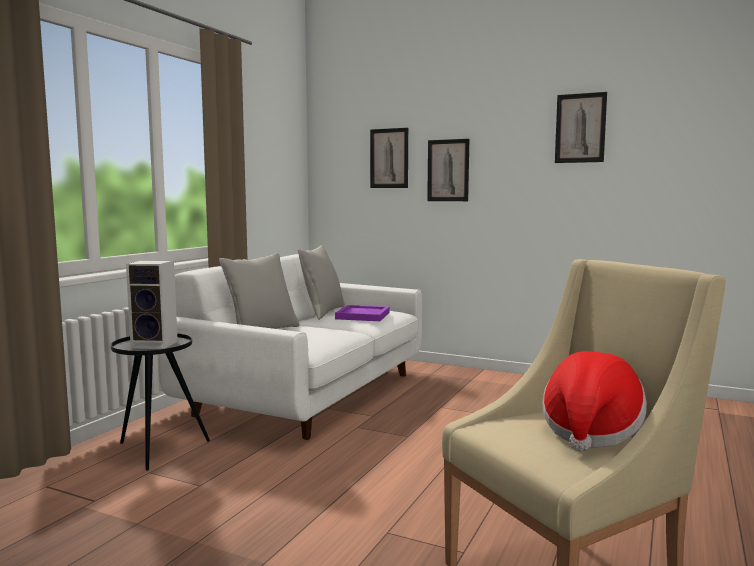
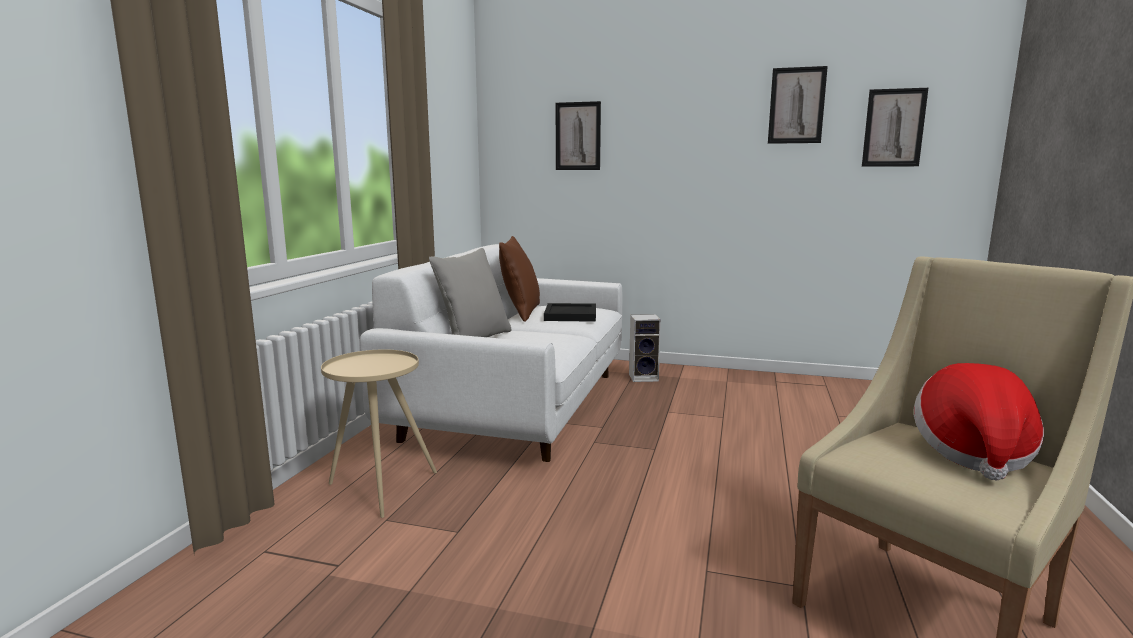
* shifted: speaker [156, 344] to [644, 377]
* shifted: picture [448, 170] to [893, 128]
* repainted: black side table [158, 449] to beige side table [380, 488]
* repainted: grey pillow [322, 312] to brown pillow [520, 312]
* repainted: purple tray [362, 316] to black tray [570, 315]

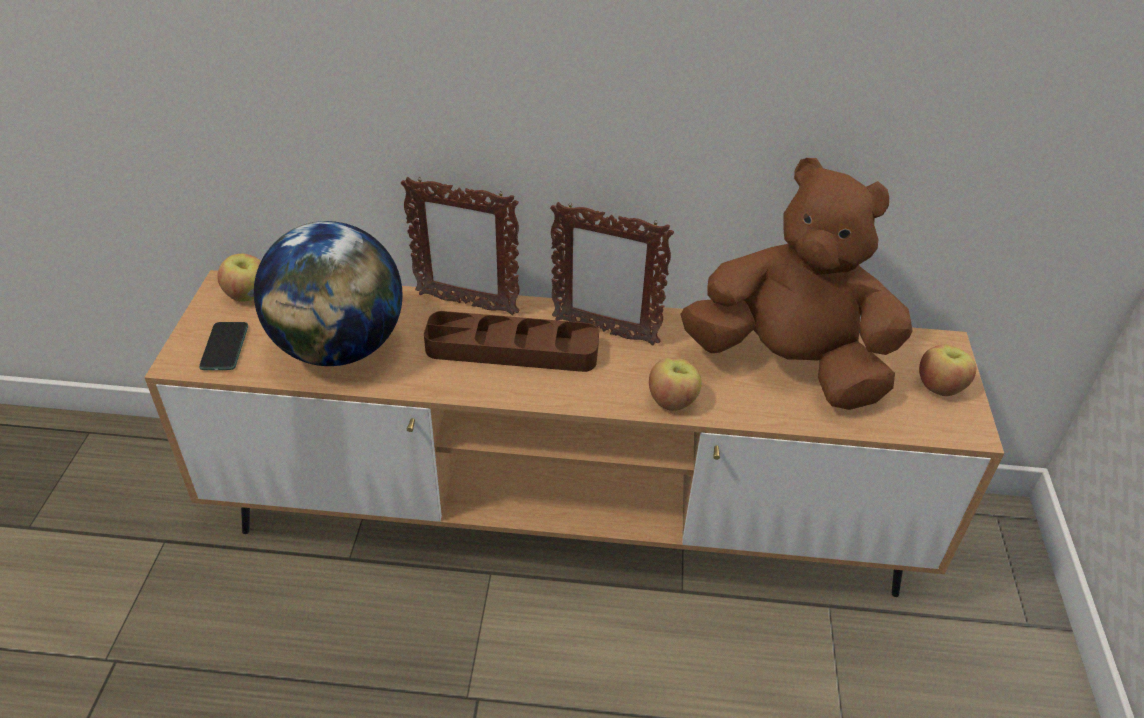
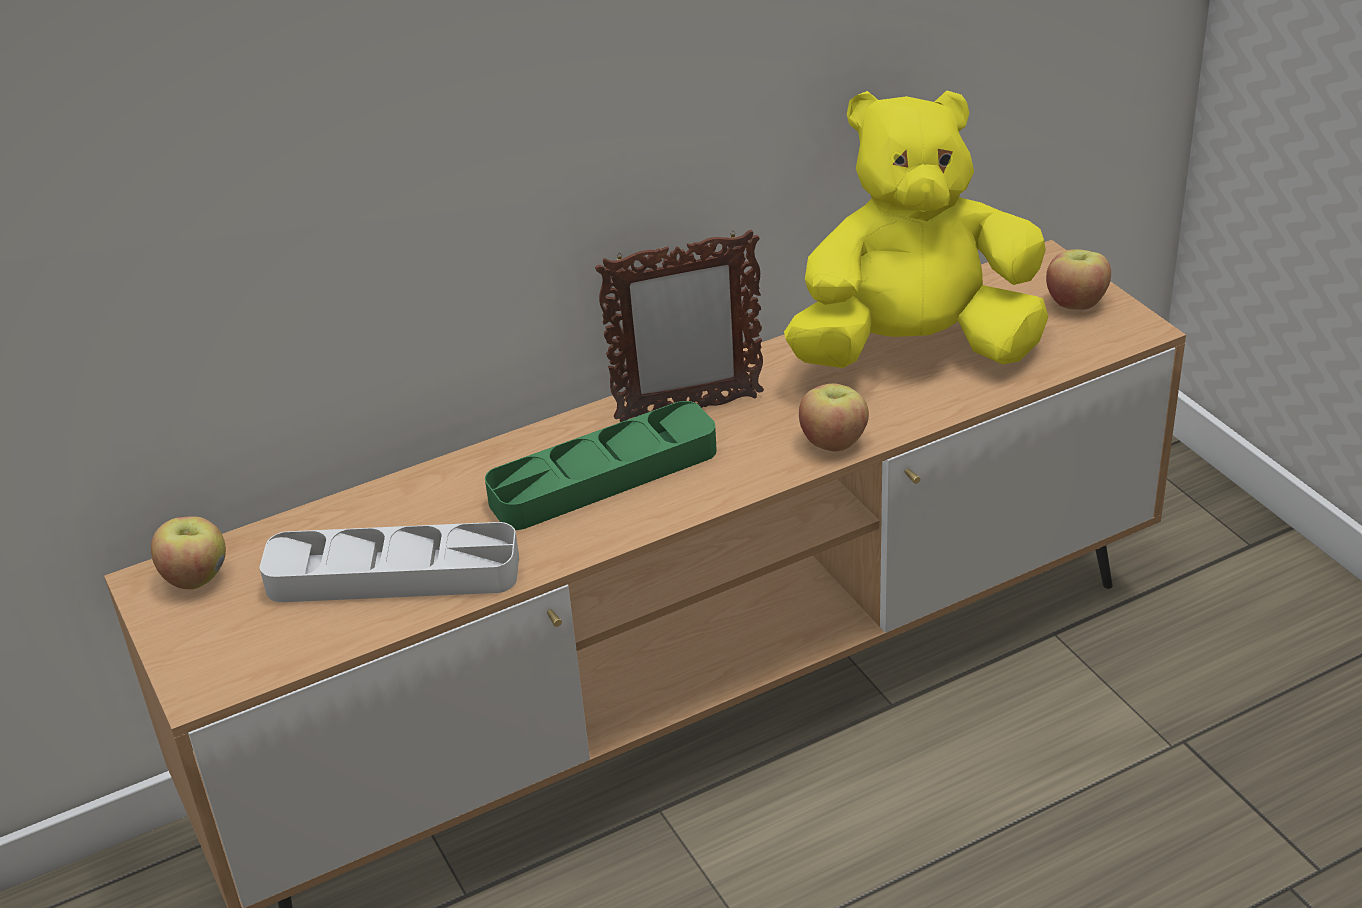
* gone: phone [224, 347]
* gone: picture frame [466, 304]
* swapped: globe [339, 348] to grey tray [393, 574]
* repainted: brown tray [512, 349] to green tray [604, 476]
* repainted: brown plush toy [789, 365] to yellow plush toy [915, 350]

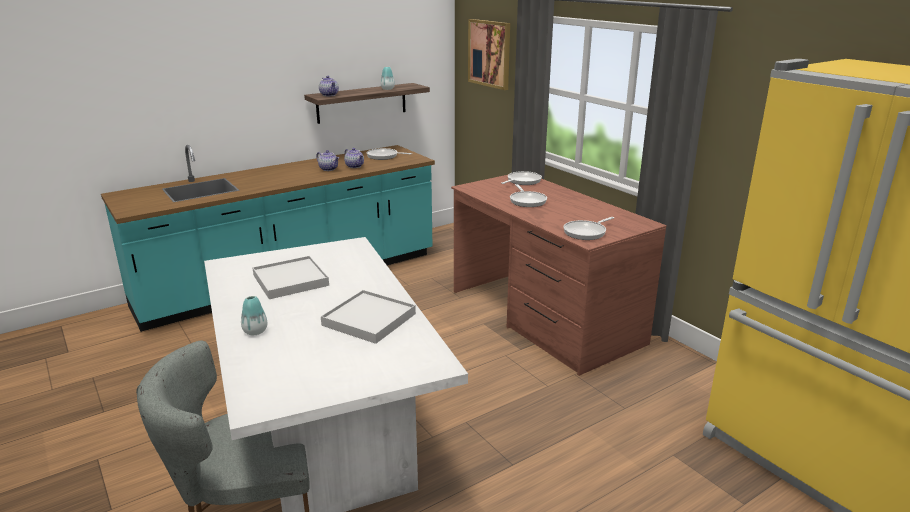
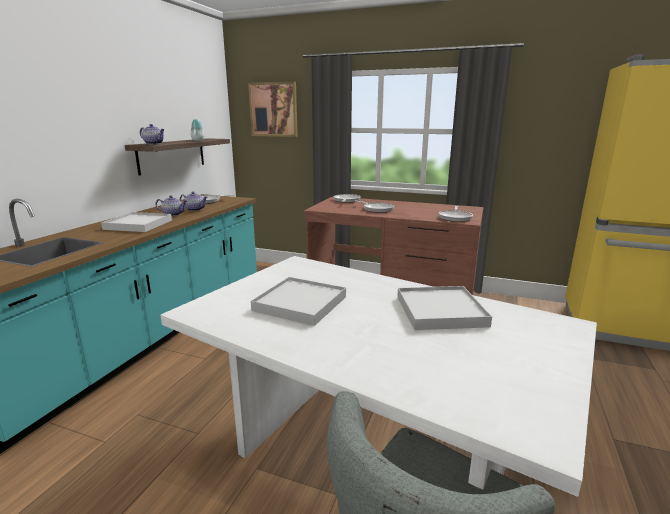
* gone: vase [255, 331]
* new: white tray [138, 225]

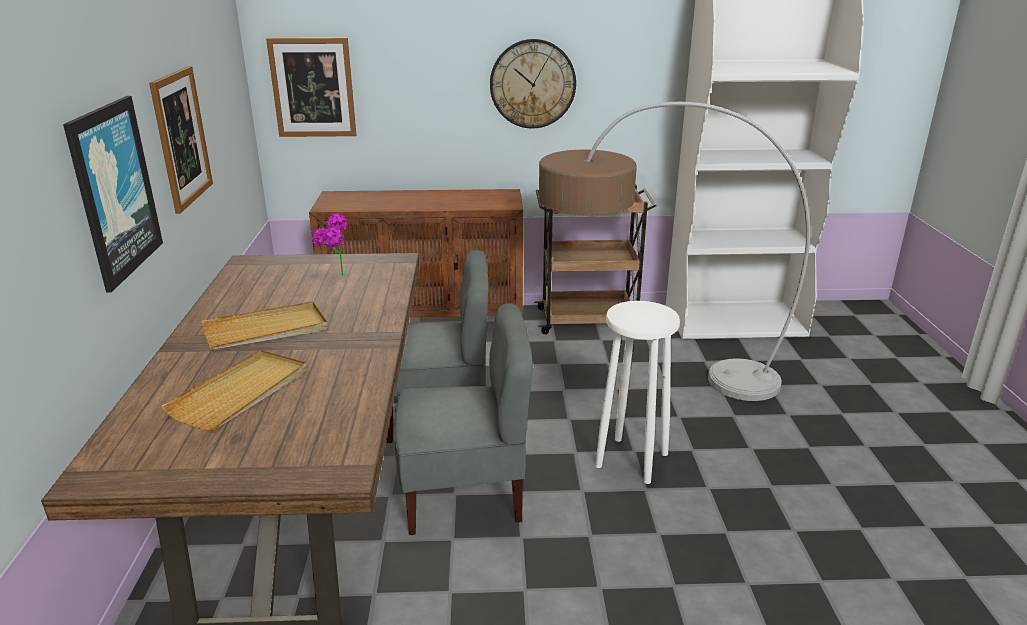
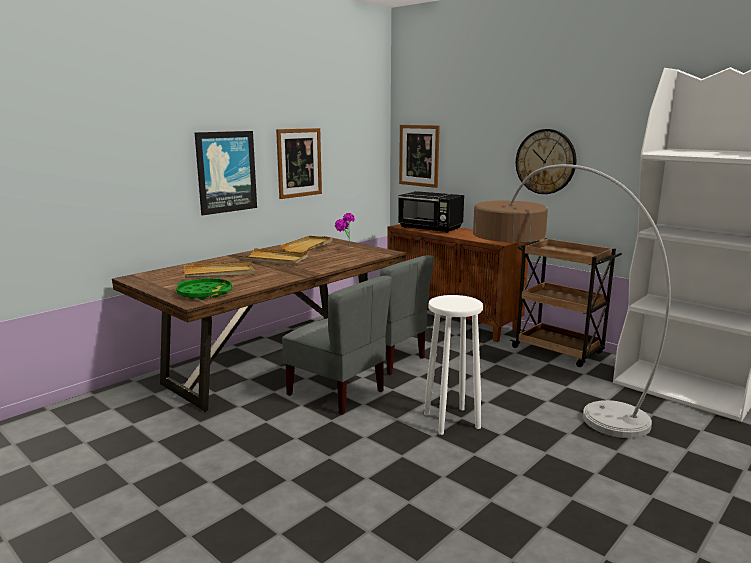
* new: green tray [205, 293]
* new: beige tray [308, 246]
* new: black microwave [430, 228]

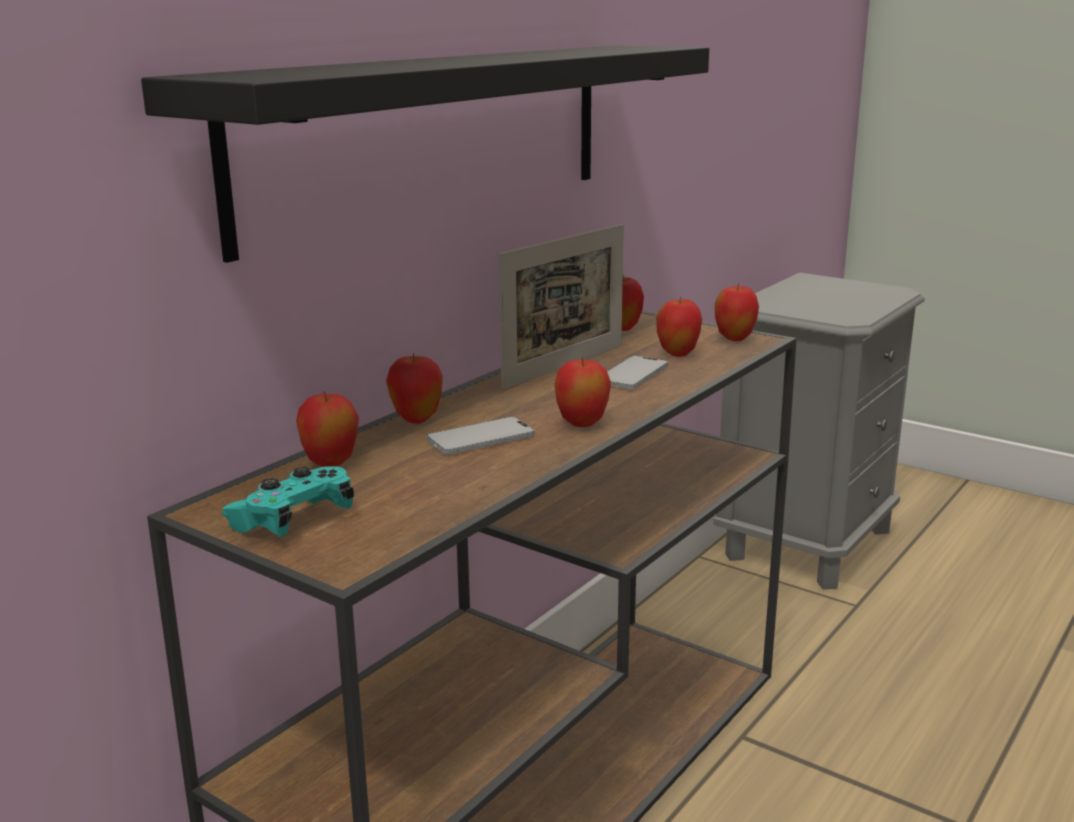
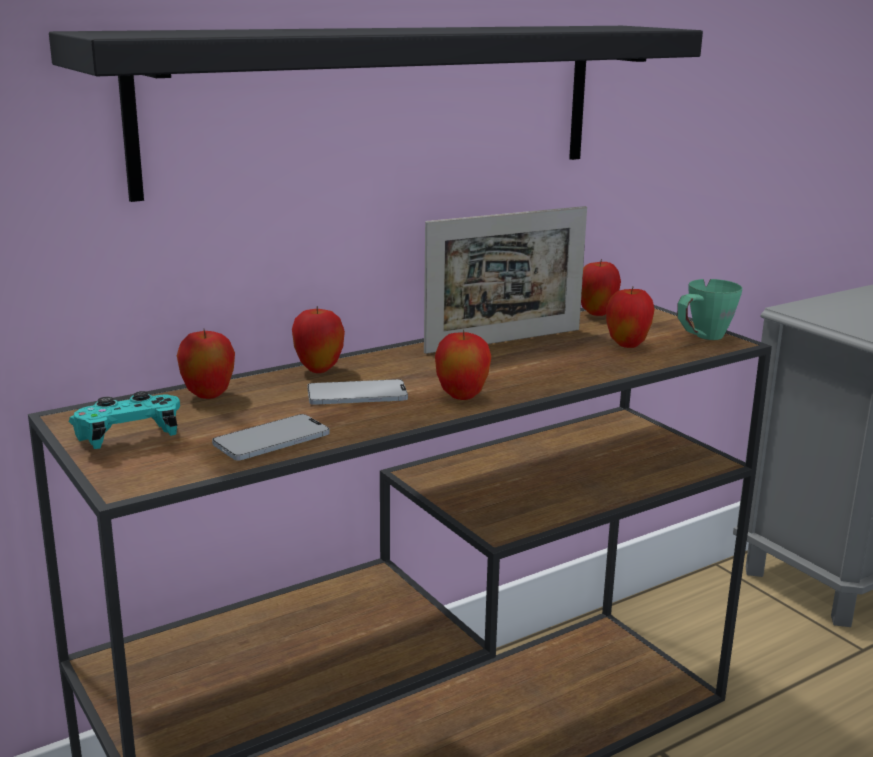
* shifted: phone [632, 375] to [271, 440]
* swapped: apple [734, 339] to green mug [701, 338]

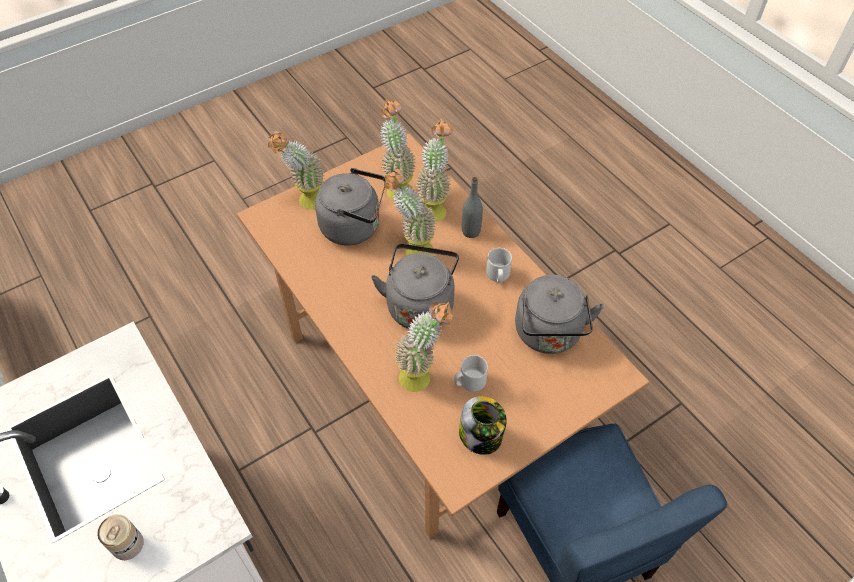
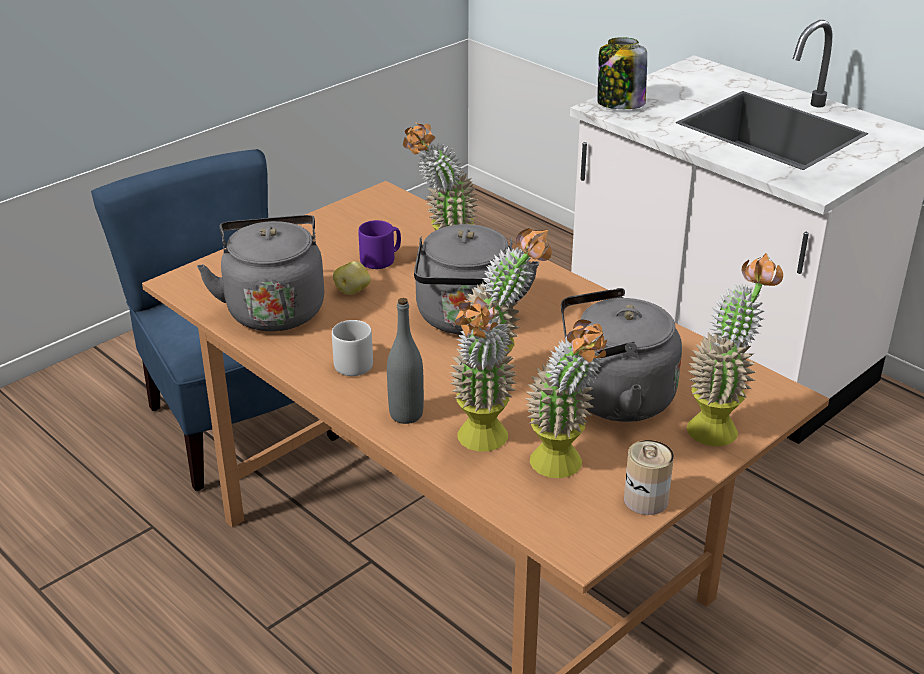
* new: potato [353, 291]
* shifted: can [127, 544] to [645, 500]
* shifted: jar [481, 436] to [619, 103]
* repainted: grey mug [469, 382] to purple mug [381, 259]

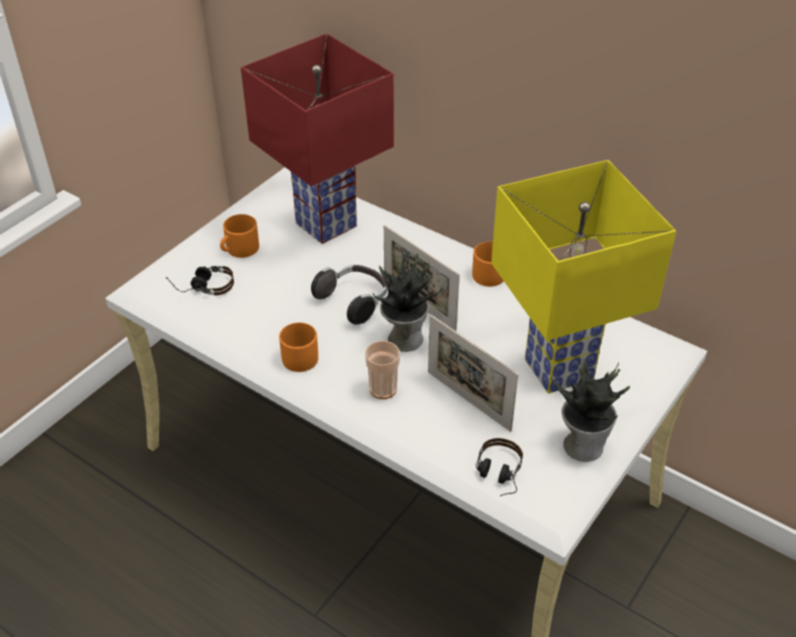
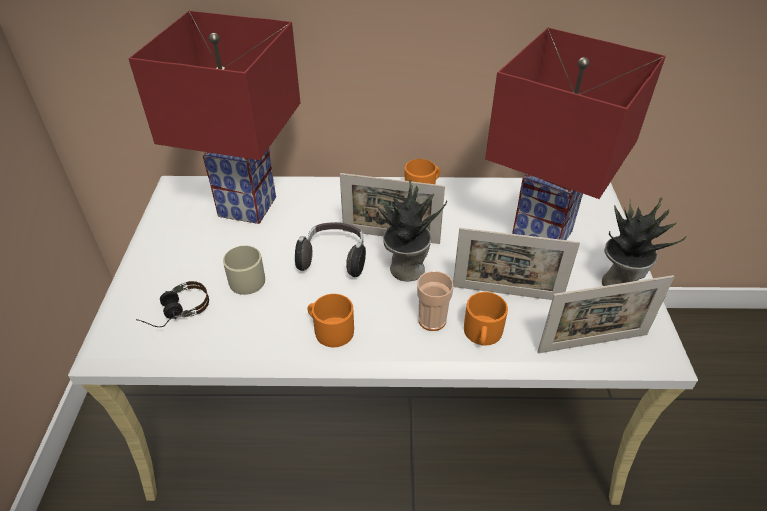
* new: beige mug [248, 277]
* shifted: orange mug [239, 249] to [482, 334]
* swapped: headphones [497, 476] to picture frame [592, 343]
* repainted: yellow table lamp [559, 368] to red table lamp [541, 234]

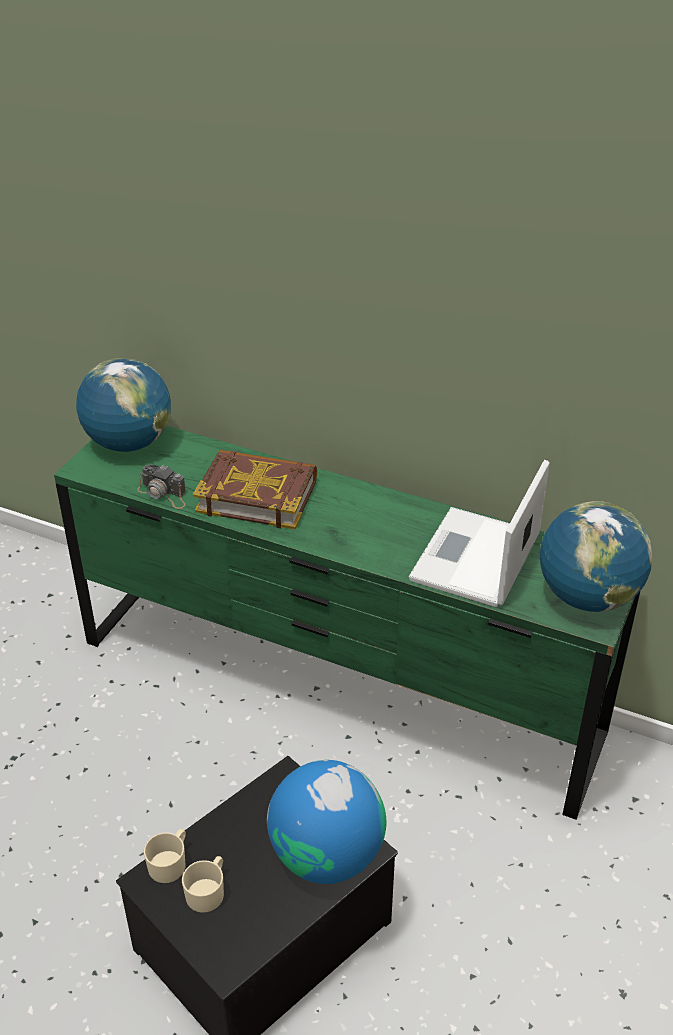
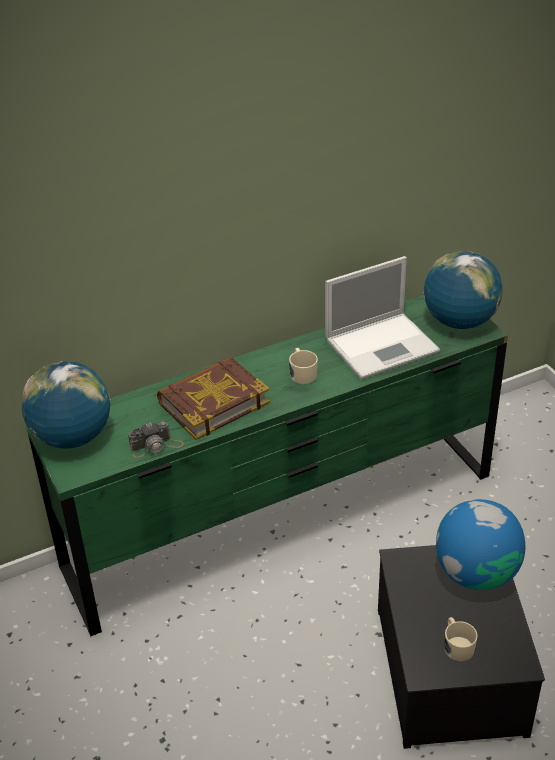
* shifted: beige mug [170, 863] to [302, 373]
* rotated: laptop [475, 560] = [383, 345] 90 degrees counterclockwise

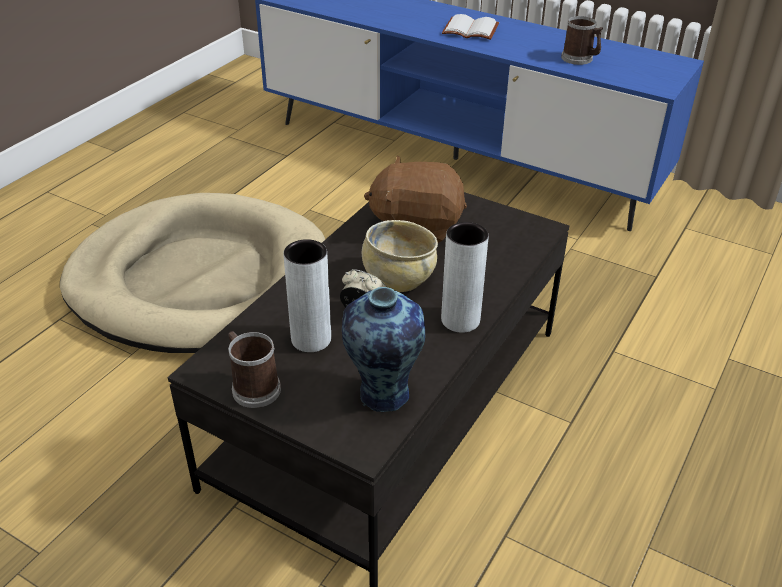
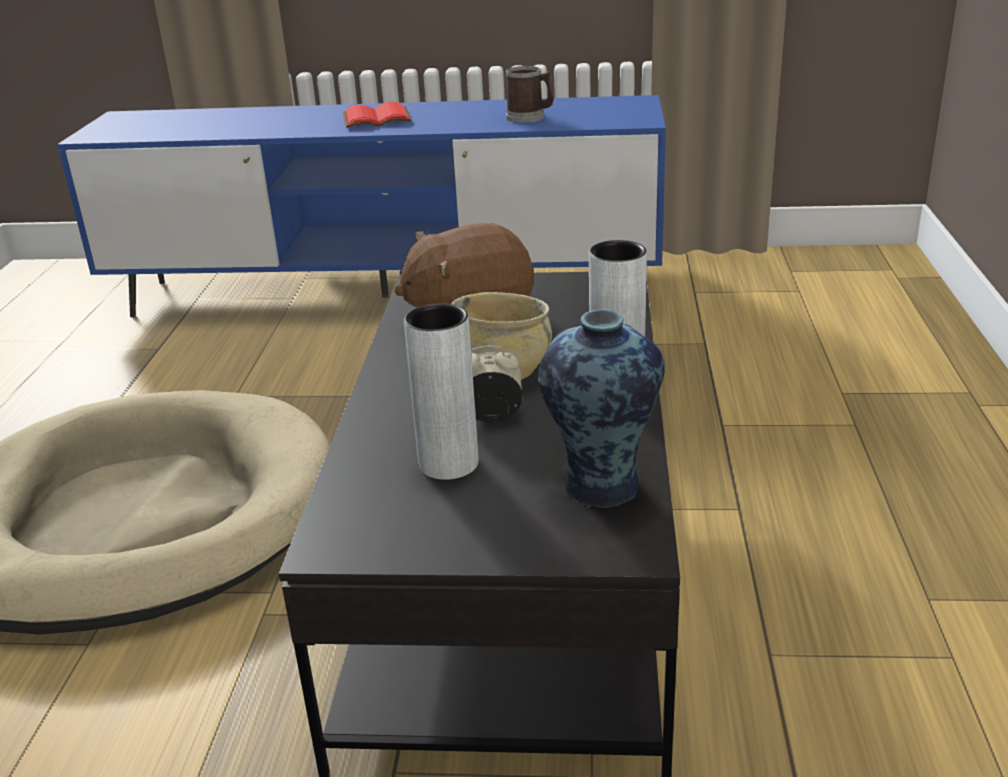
* gone: mug [253, 387]
* repainted: white book [471, 29] to red book [377, 118]

